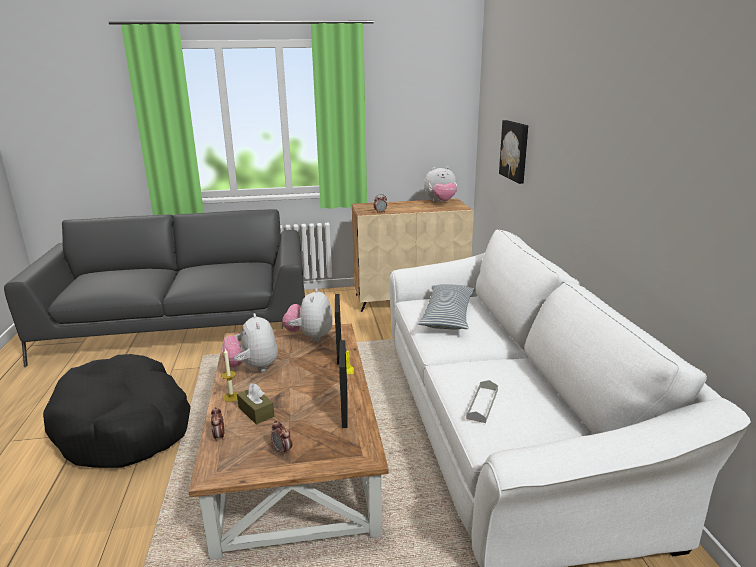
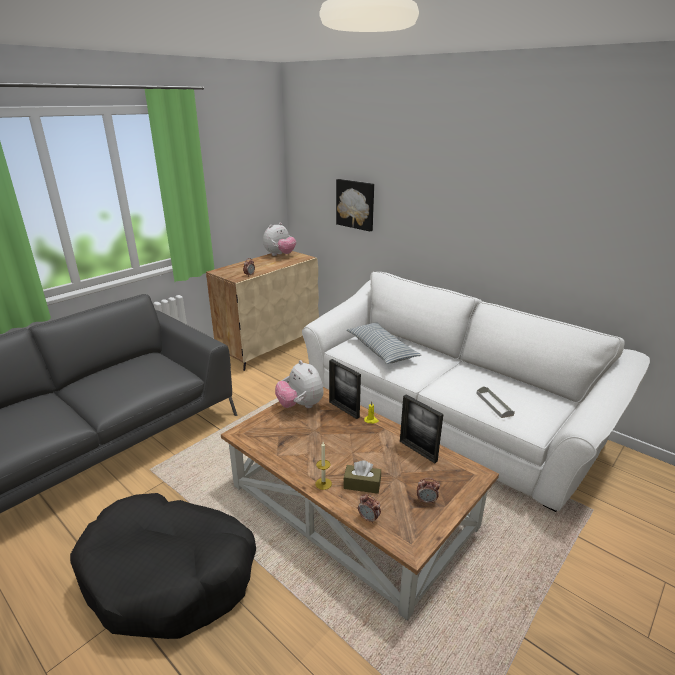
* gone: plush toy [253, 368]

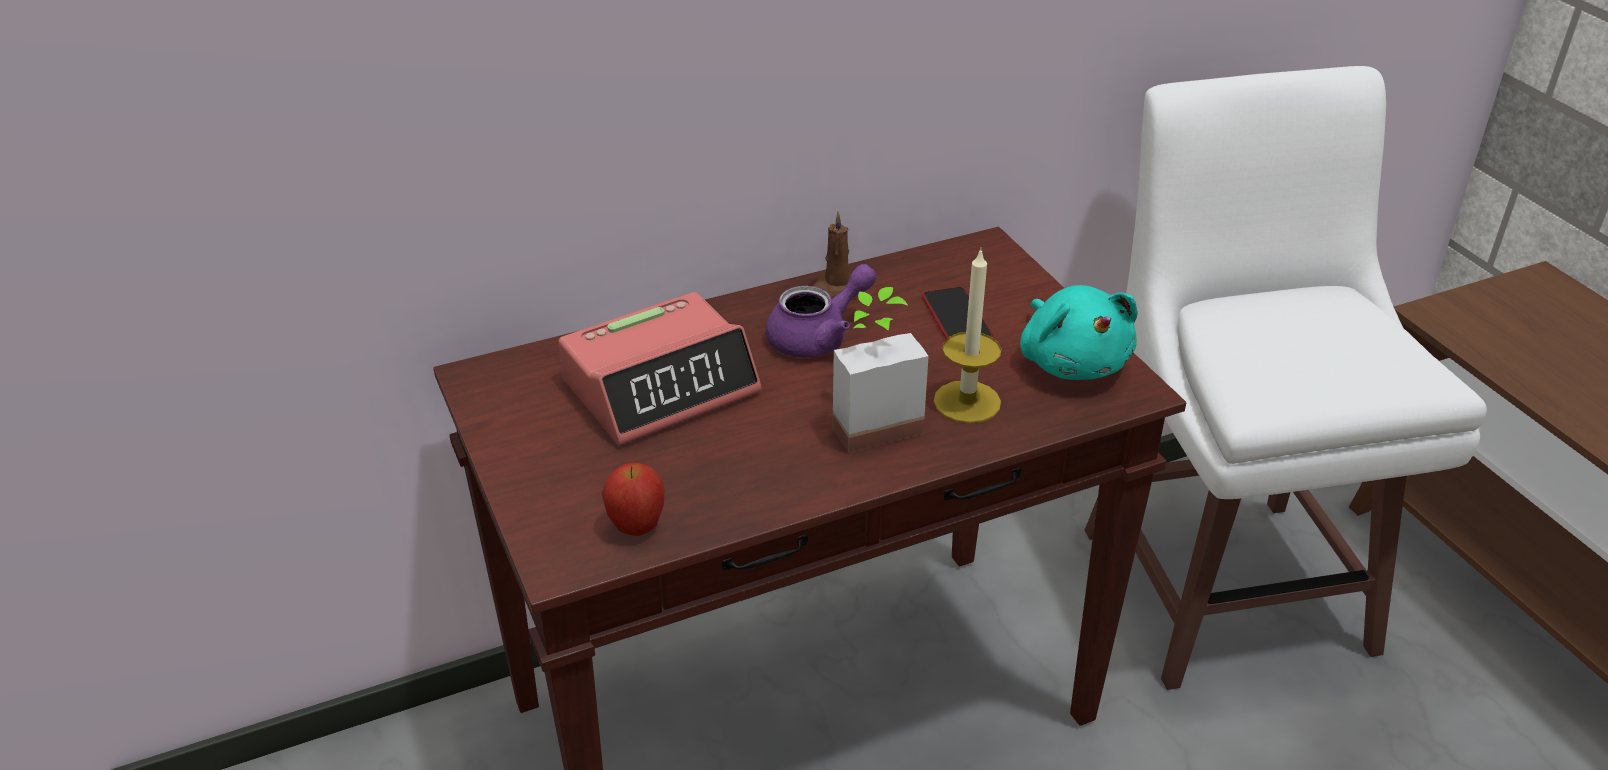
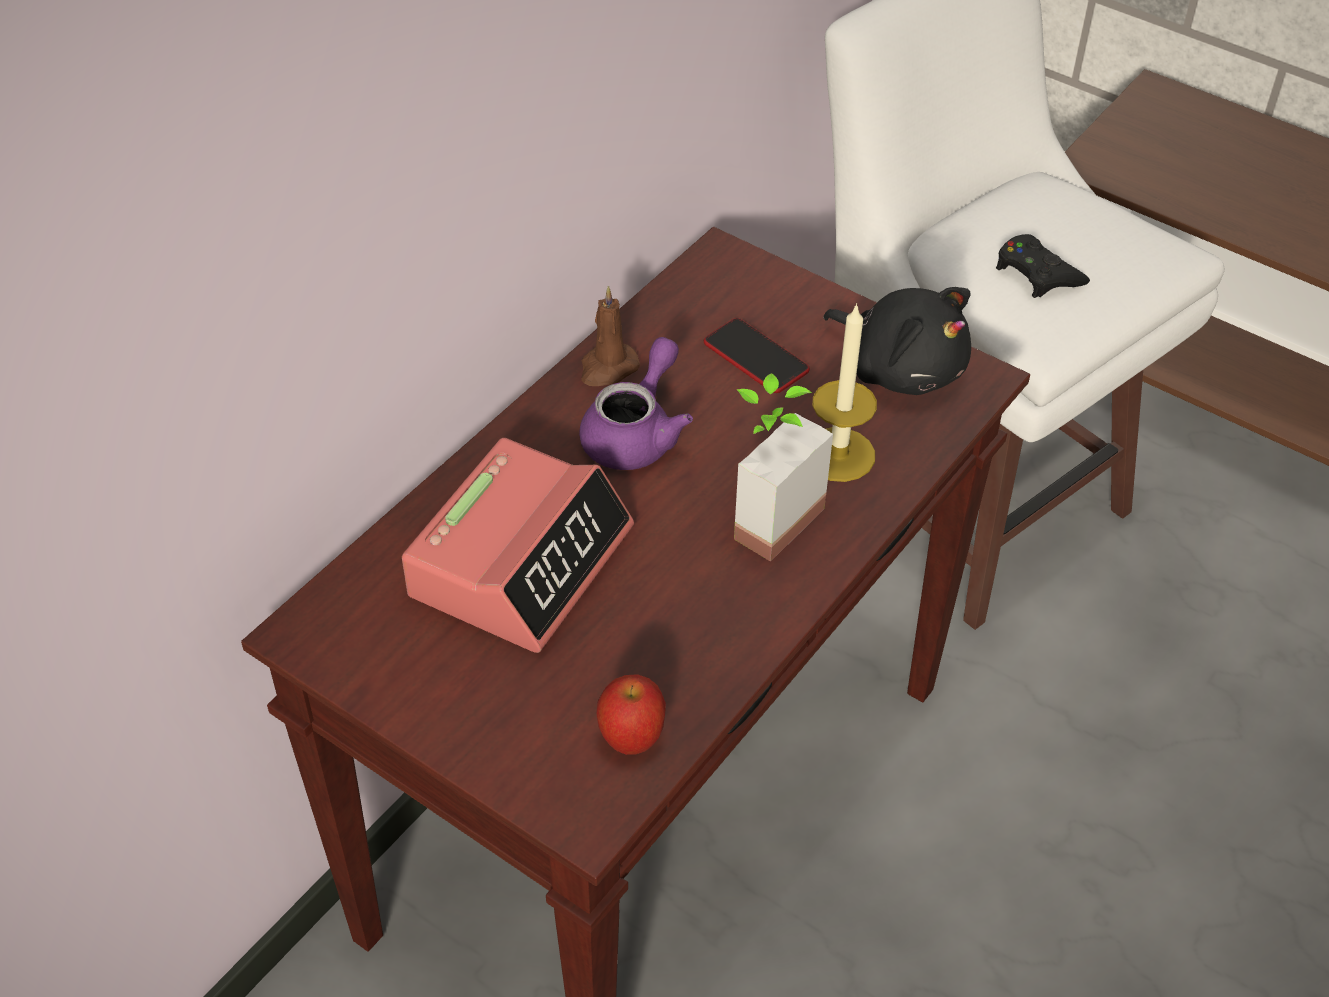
* new: black game controller [1037, 273]
* repainted: turquoise plush toy [1072, 362] to black plush toy [901, 368]

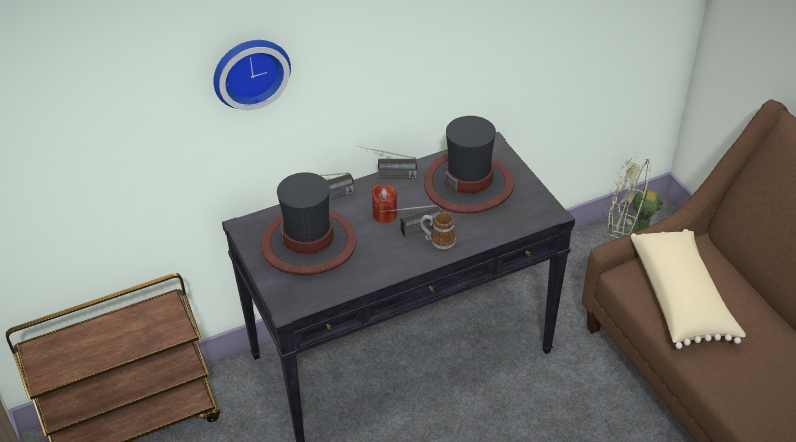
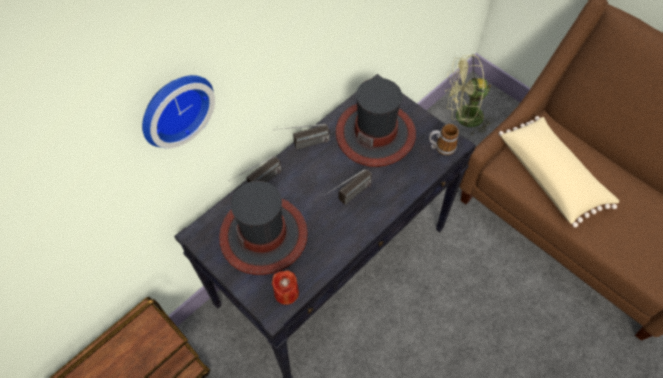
* shifted: red candle [385, 214] to [286, 293]
* shifted: mug [438, 242] to [441, 147]

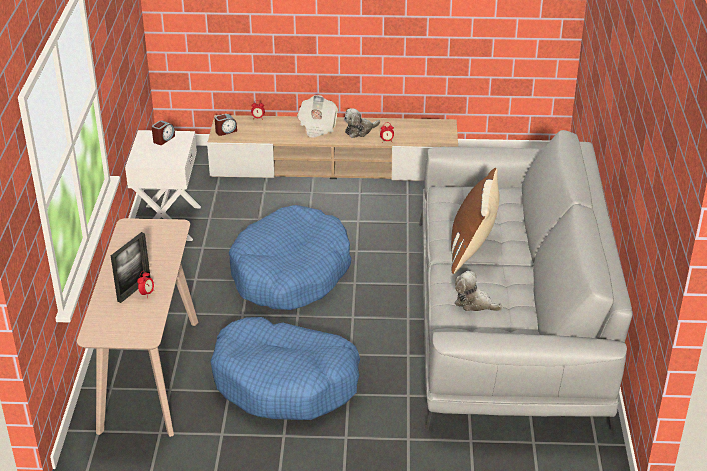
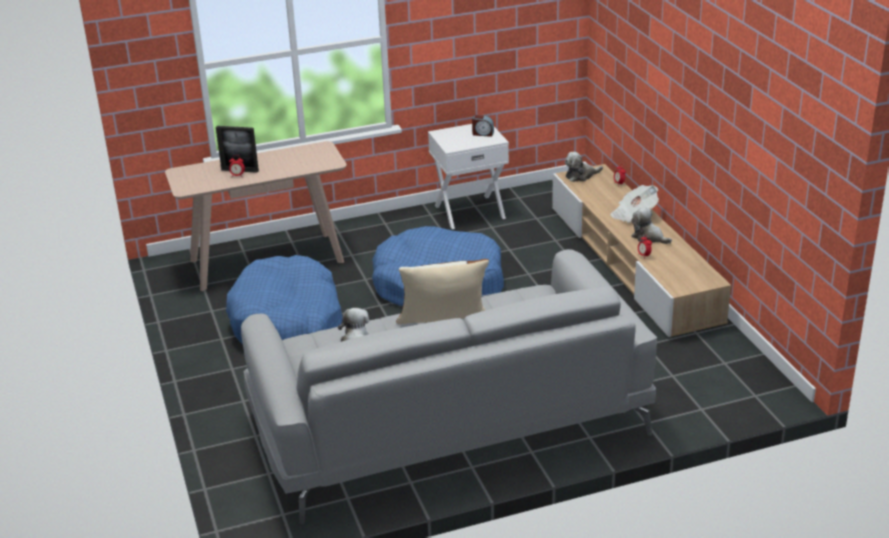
* swapped: alarm clock [226, 131] to plush toy [581, 176]

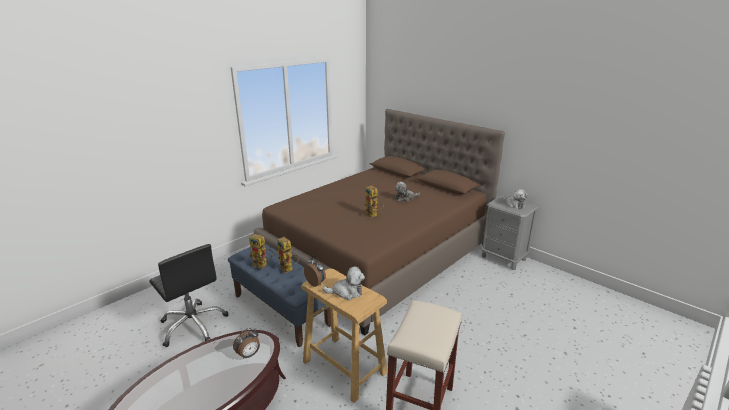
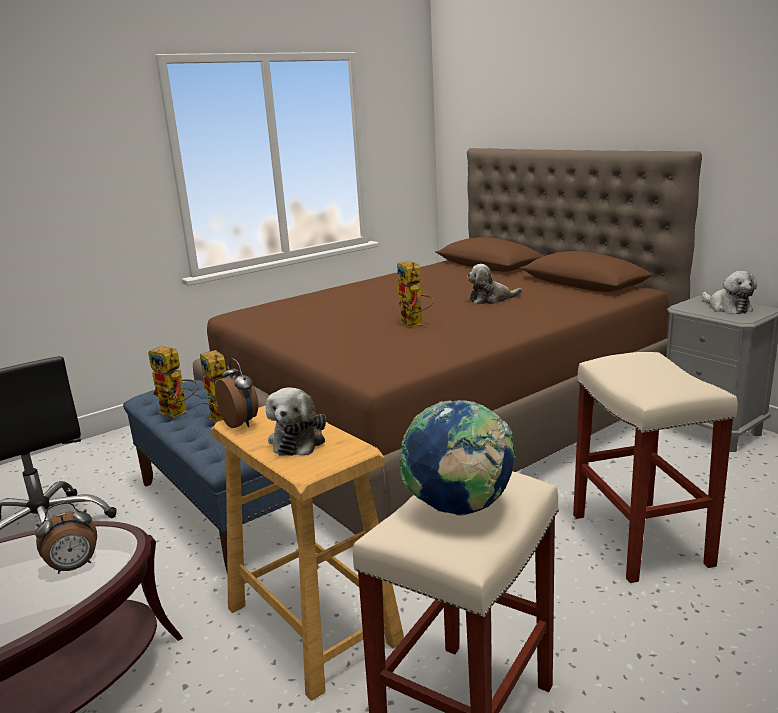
* new: globe [460, 510]
* new: beige stool [642, 540]
* rotated: plush toy [346, 292] = [298, 440] 90 degrees clockwise

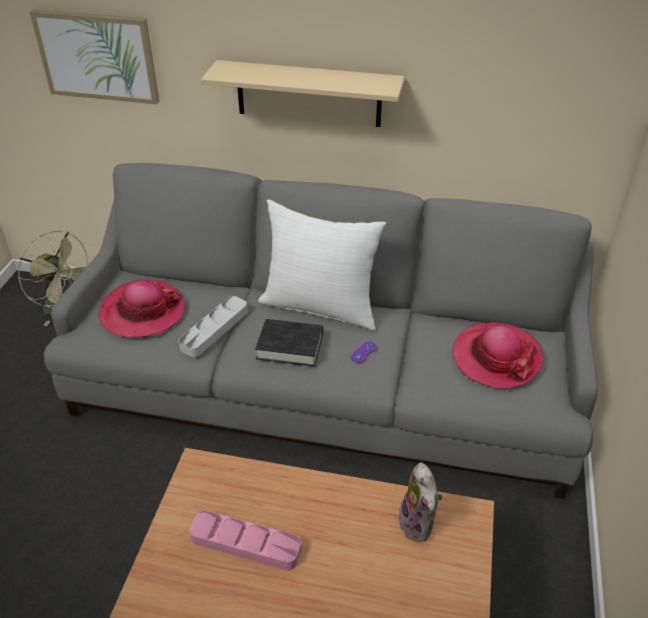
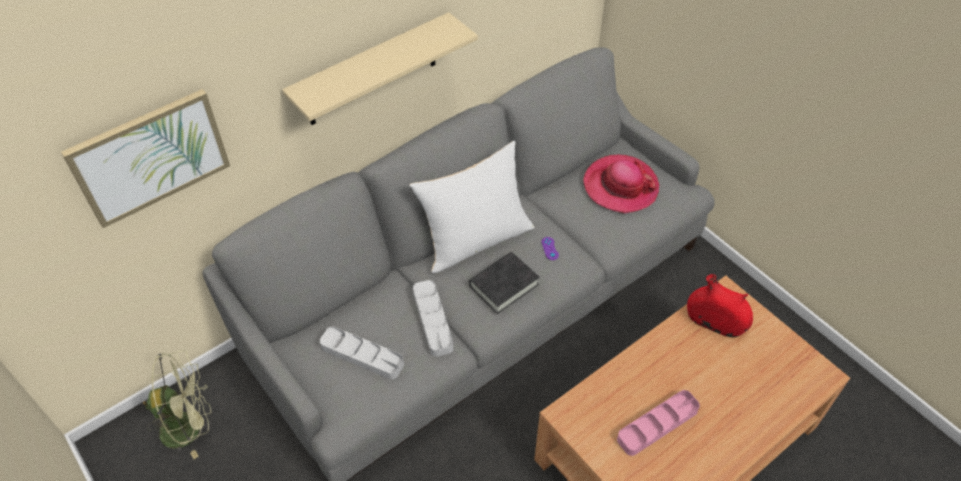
* swapped: hat [142, 312] to grey tray [362, 355]
* swapped: plush toy [419, 525] to red vase [714, 323]

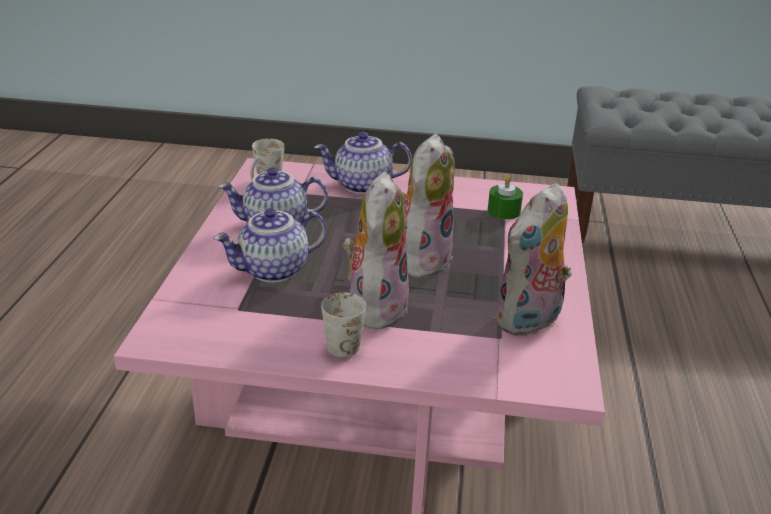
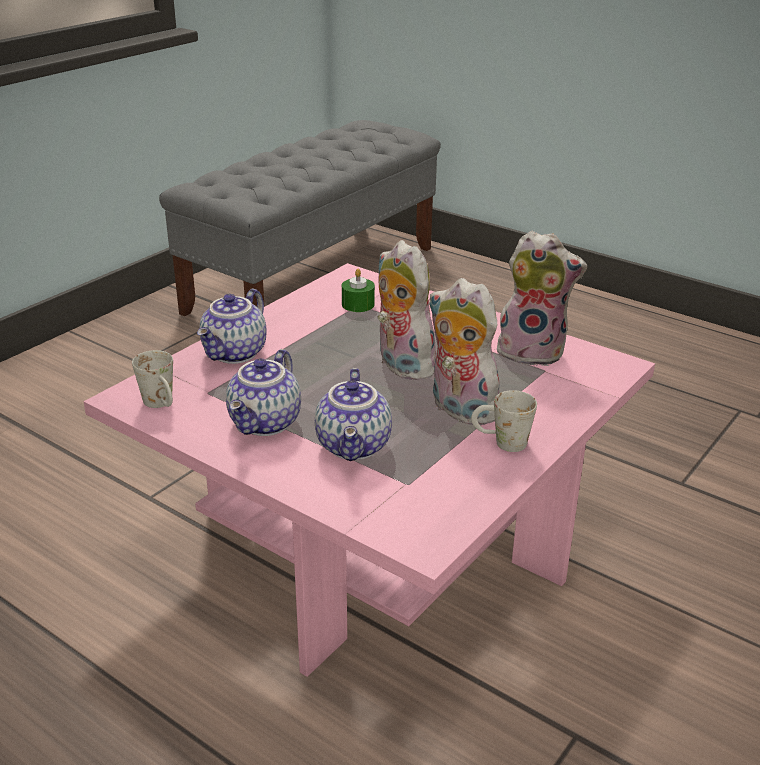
* rotated: plush toy [529, 322] = [533, 351] 60 degrees counterclockwise

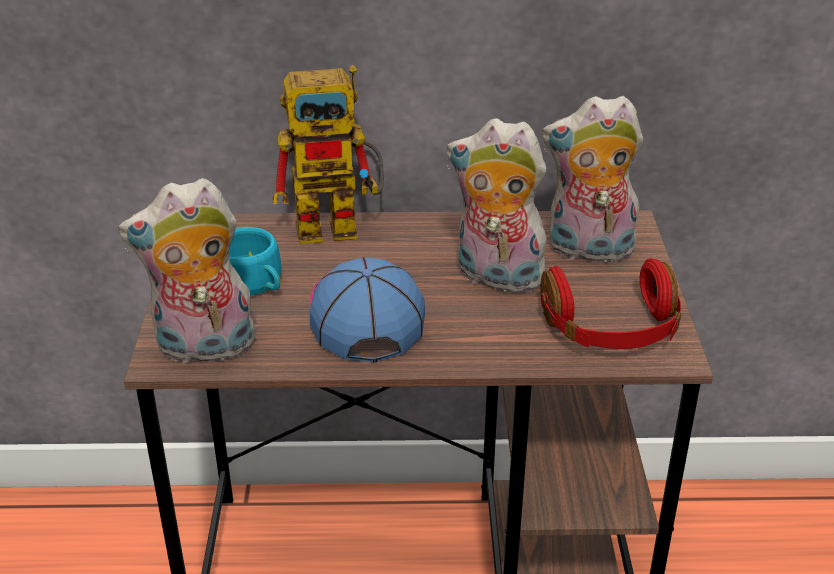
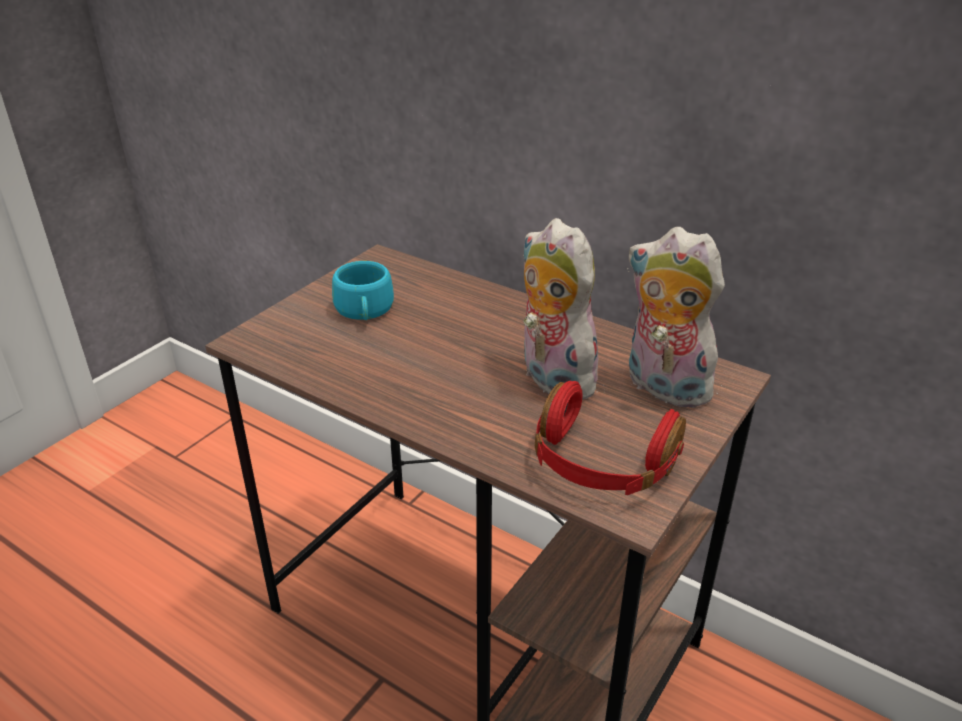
* gone: plush toy [203, 349]
* gone: toy robot [340, 225]
* gone: cap [364, 314]

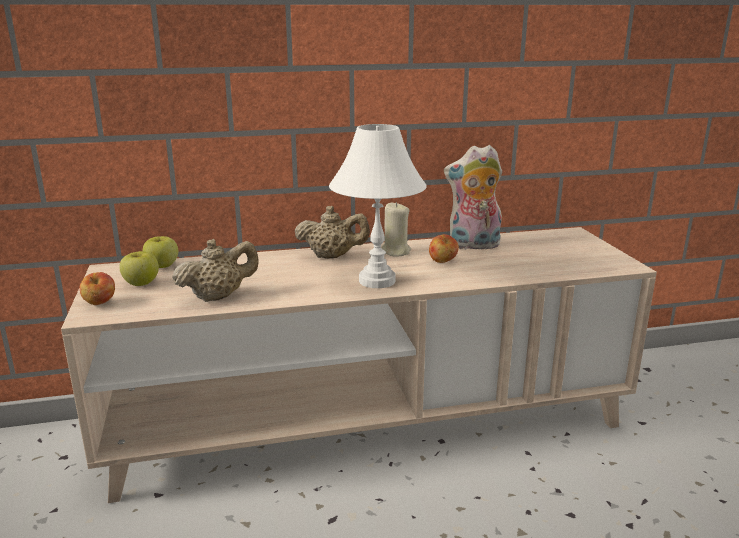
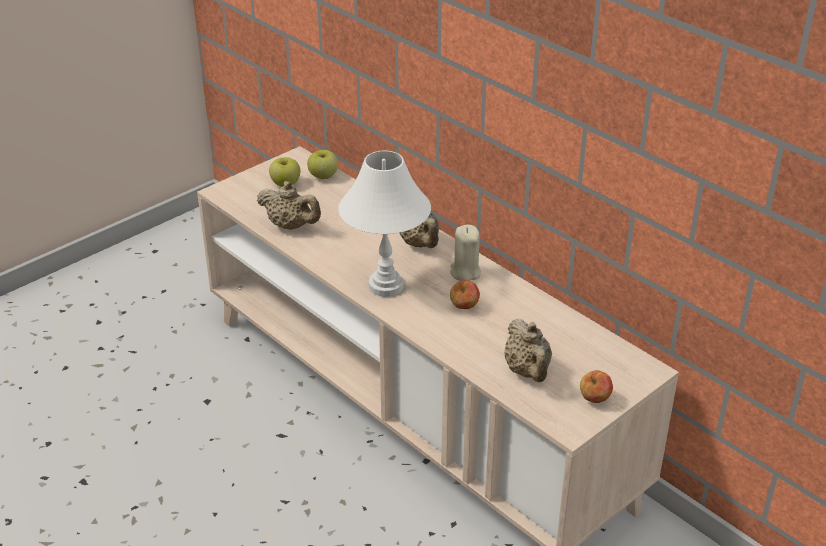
* gone: plush toy [473, 246]
* new: beige teapot [528, 371]
* shifted: apple [100, 304] to [595, 399]

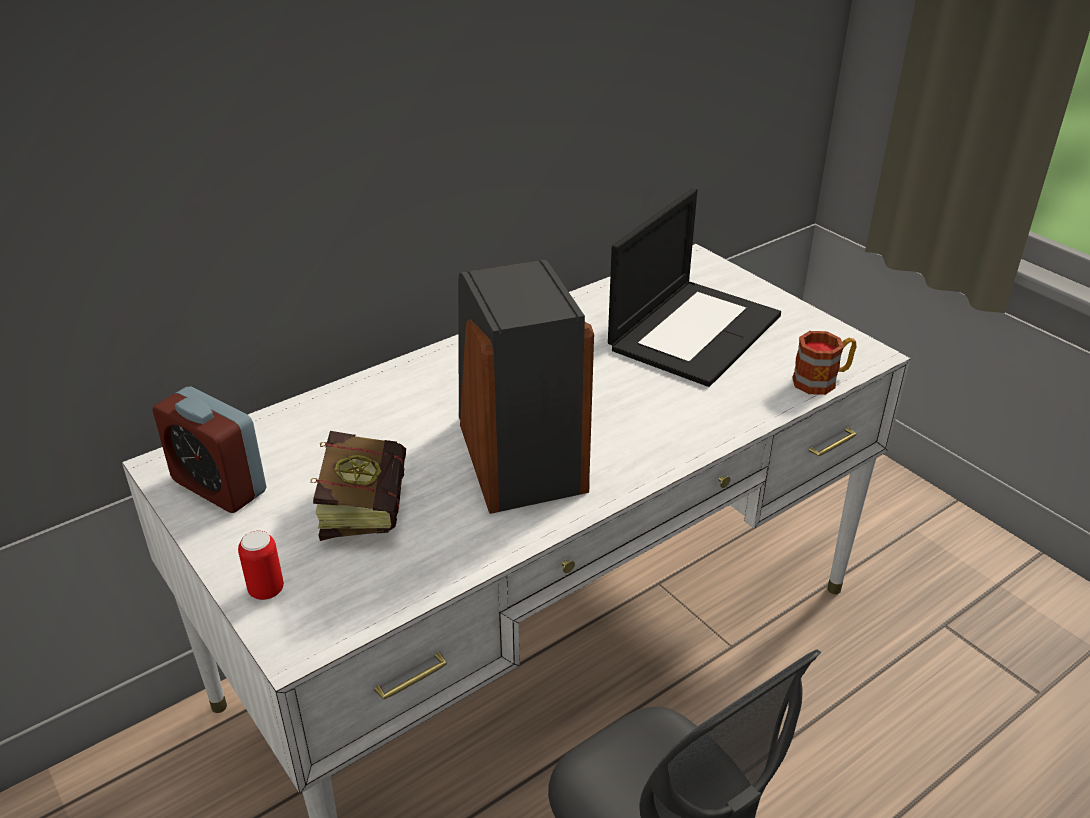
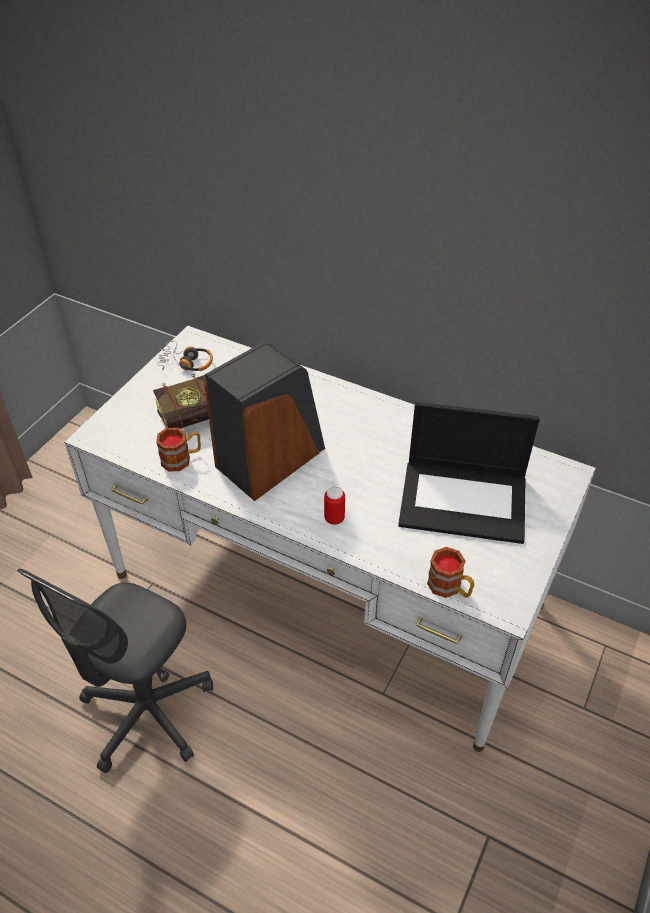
* new: mug [182, 459]
* shifted: can [266, 590] to [334, 518]
* swapped: alarm clock [219, 486] to headphones [186, 363]

